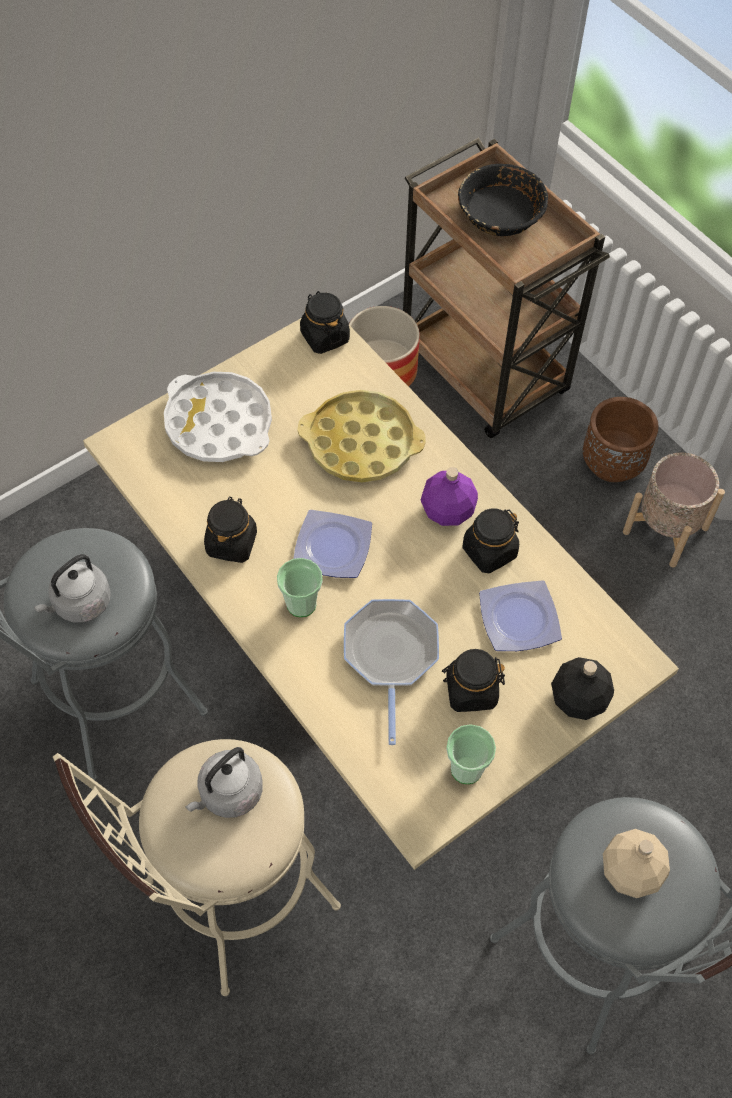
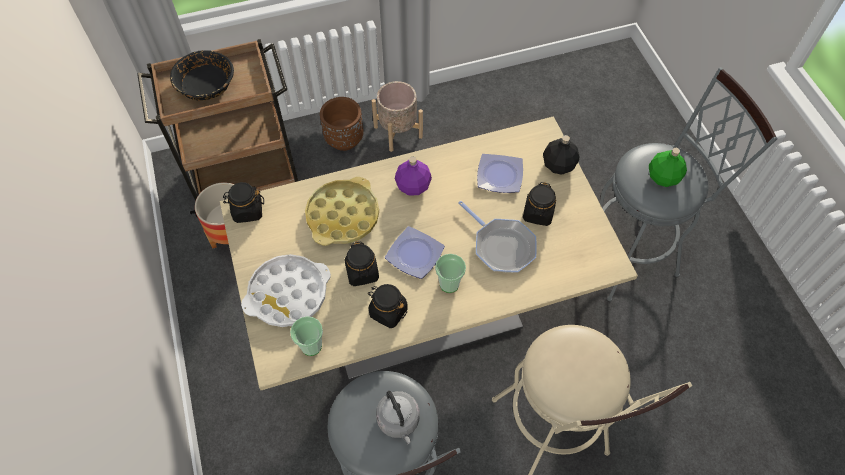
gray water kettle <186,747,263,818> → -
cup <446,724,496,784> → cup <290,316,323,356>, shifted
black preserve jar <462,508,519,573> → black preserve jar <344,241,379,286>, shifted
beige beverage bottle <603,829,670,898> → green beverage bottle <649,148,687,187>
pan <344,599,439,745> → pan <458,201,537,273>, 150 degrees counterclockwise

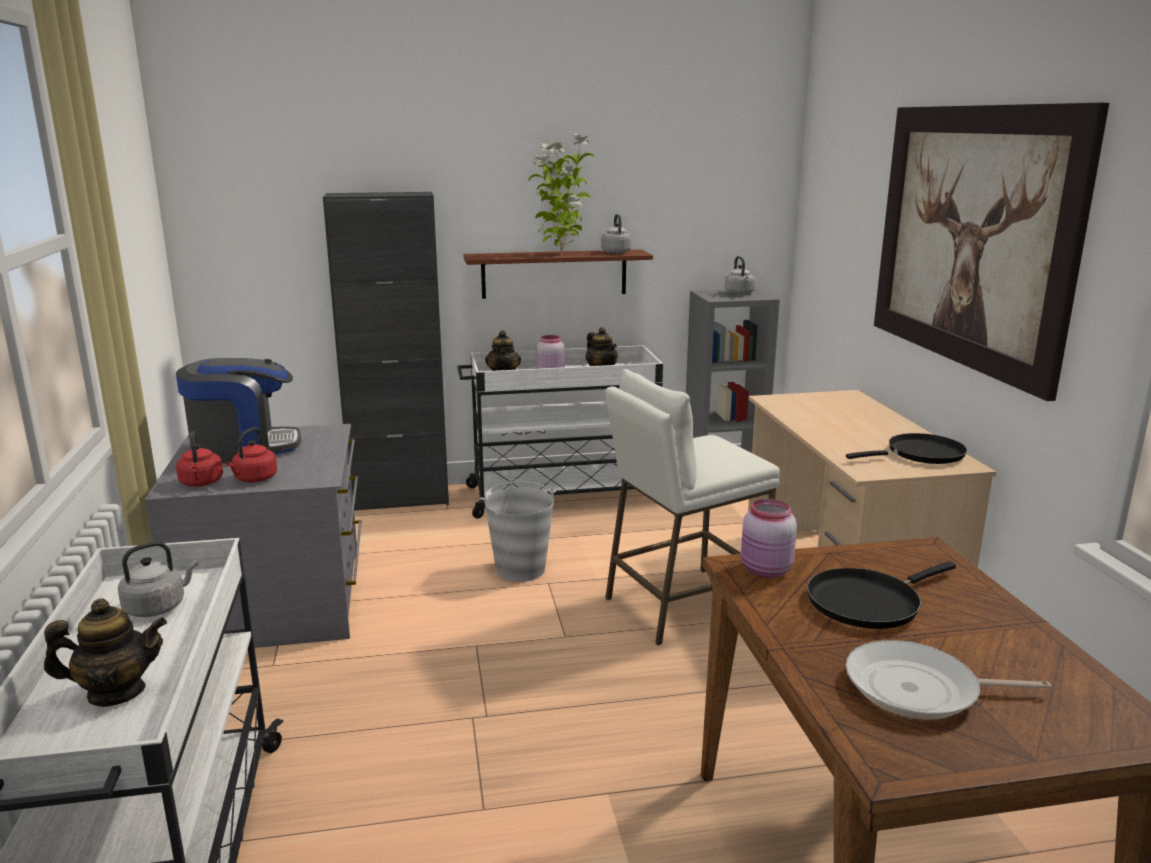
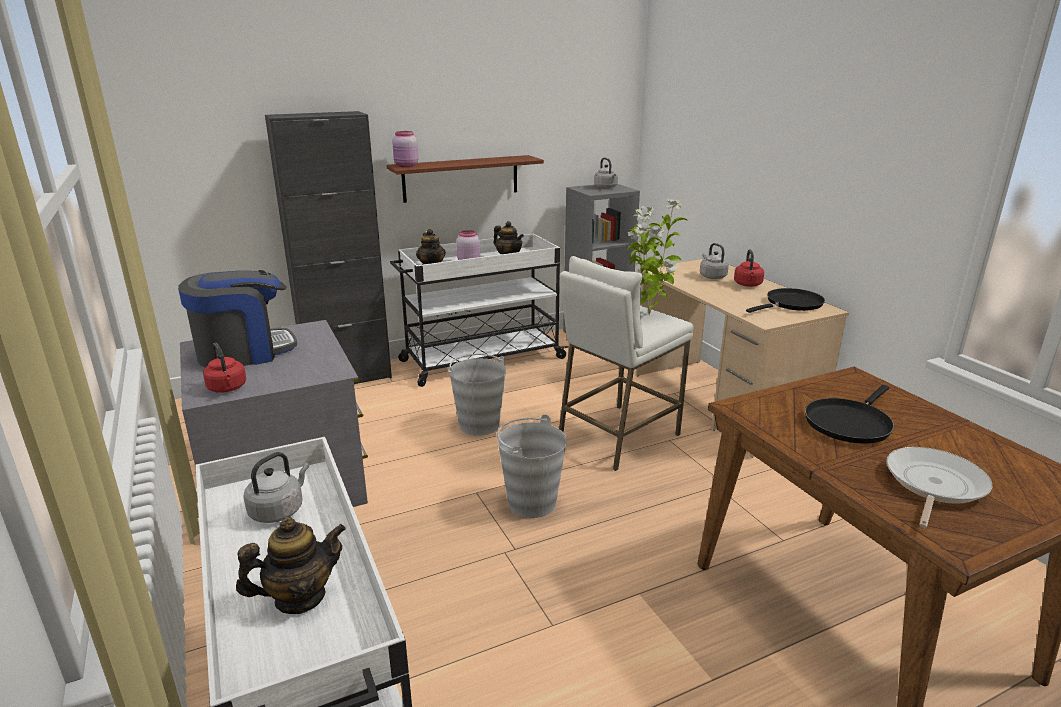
wall art <874,103,1109,401> → -
- → gray pail <497,414,567,518>
red-coloured water kettle <226,427,277,482> → red-coloured water kettle <734,249,764,287>, shifted
plant in a pot <528,134,594,255> → plant in a pot <628,198,688,315>, shifted
gray water kettle <601,214,631,254> → gray water kettle <700,243,729,279>, shifted
pink preserve jar <741,499,797,578> → pink preserve jar <392,131,418,167>, shifted
pan <846,640,1051,719> → pan <886,447,992,528>, 135 degrees clockwise

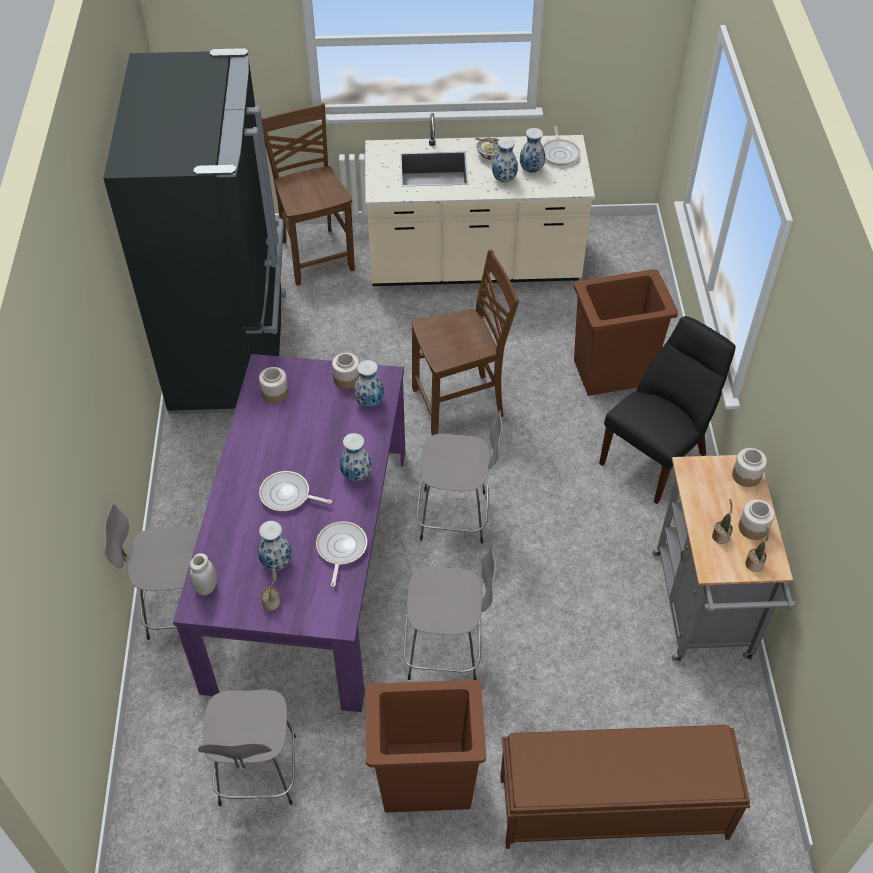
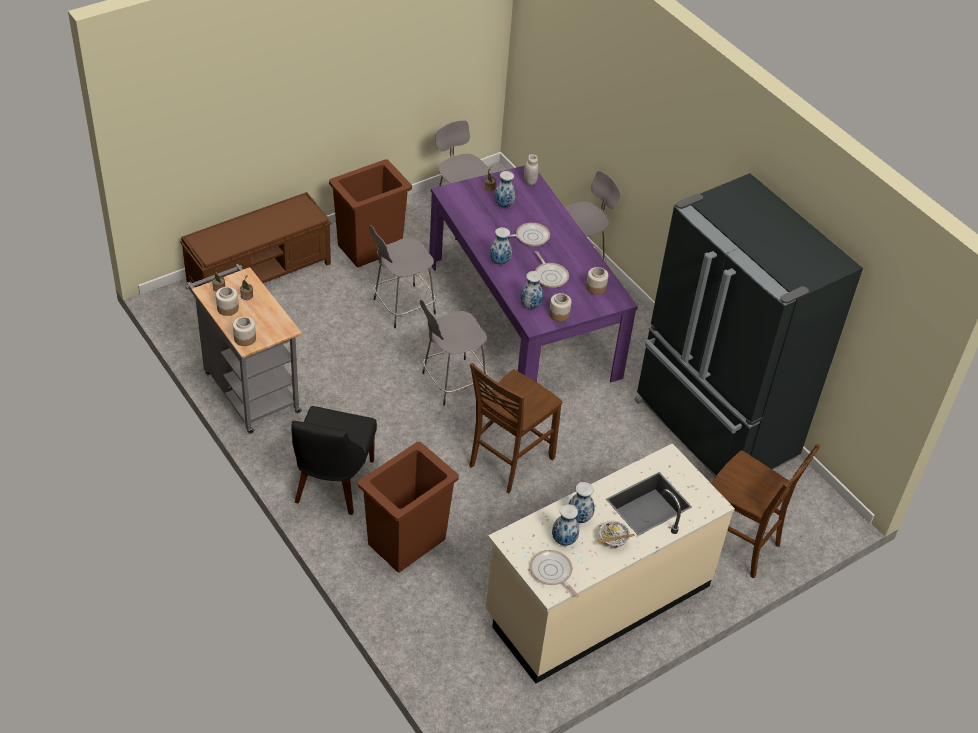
pan <316,521,368,587> → pan <535,251,569,288>, shifted

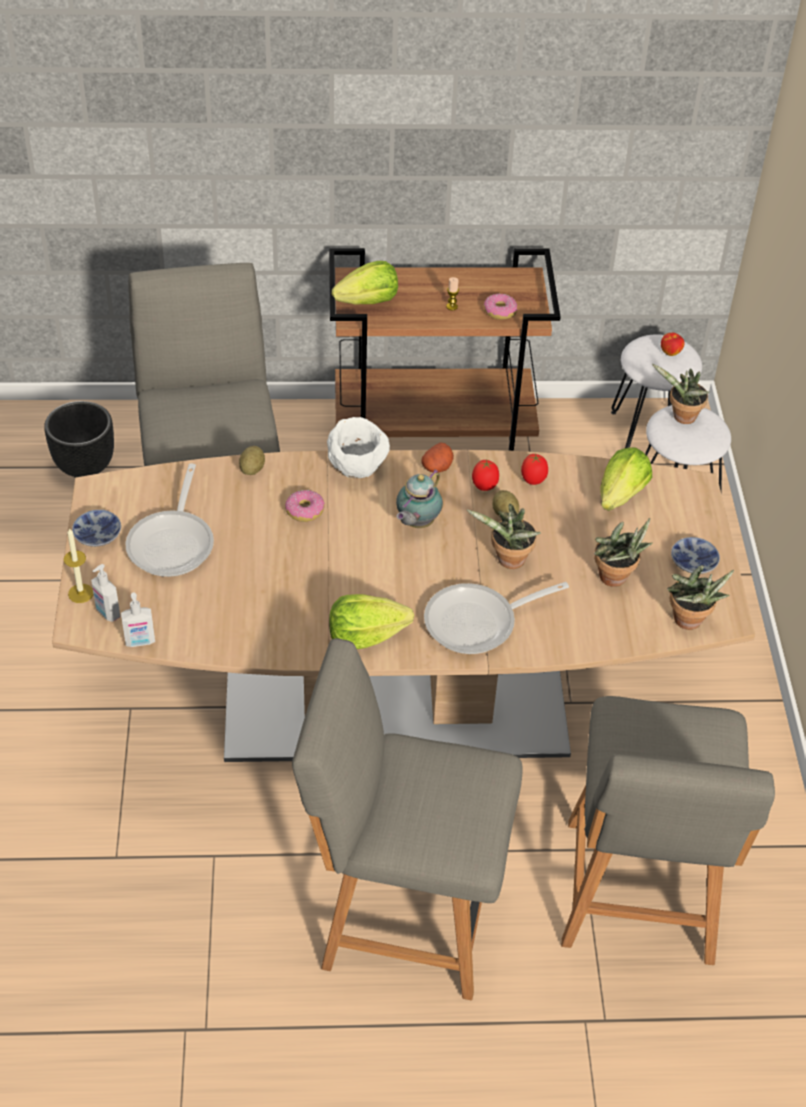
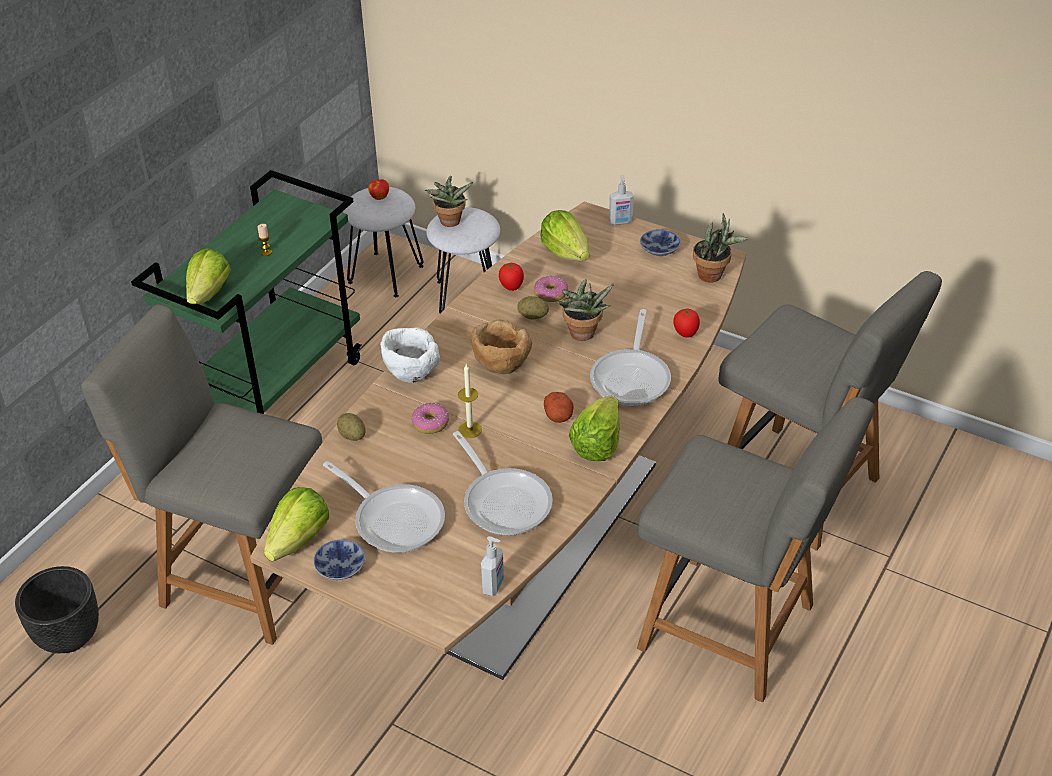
plant in a pot <594,518,653,587> → -
- → head of lettuce <264,487,330,562>
- → pan <453,431,553,535>
candle <64,528,93,603> → candle <458,364,482,438>, shifted
soap dispenser <91,564,121,622> → soap dispenser <609,175,634,225>, shifted
potato <422,443,454,473> → potato <544,392,574,423>, shifted
tomato <472,460,499,491> → tomato <673,309,700,338>, shifted
ring doughnut <484,294,517,320> → ring doughnut <534,276,568,302>, shifted
pot for tea <396,469,443,528> → brown-coloured serving bowl <471,319,532,374>
brown-coloured cart <329,248,561,451> → green cart <131,170,362,414>
gray plain chair <292,638,523,1000> → gray plain chair <637,397,874,702>, 105 degrees counterclockwise

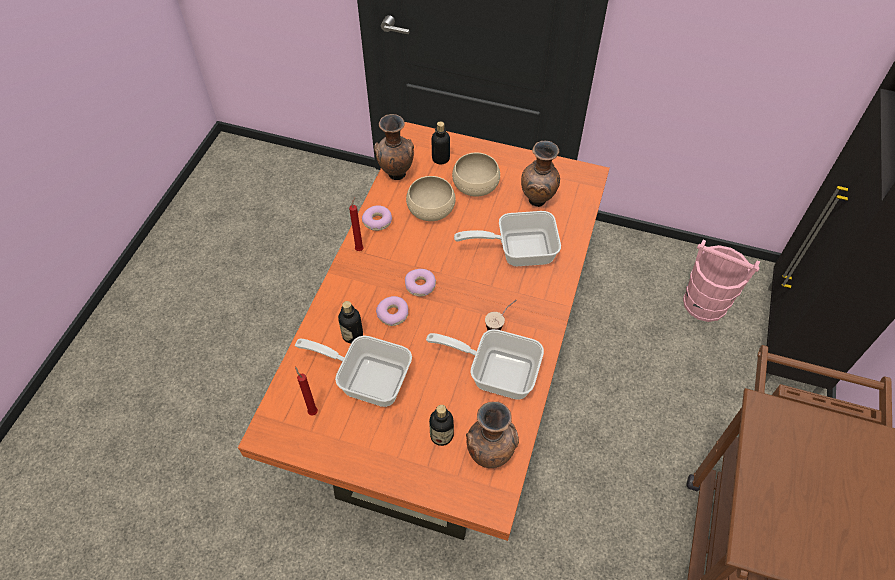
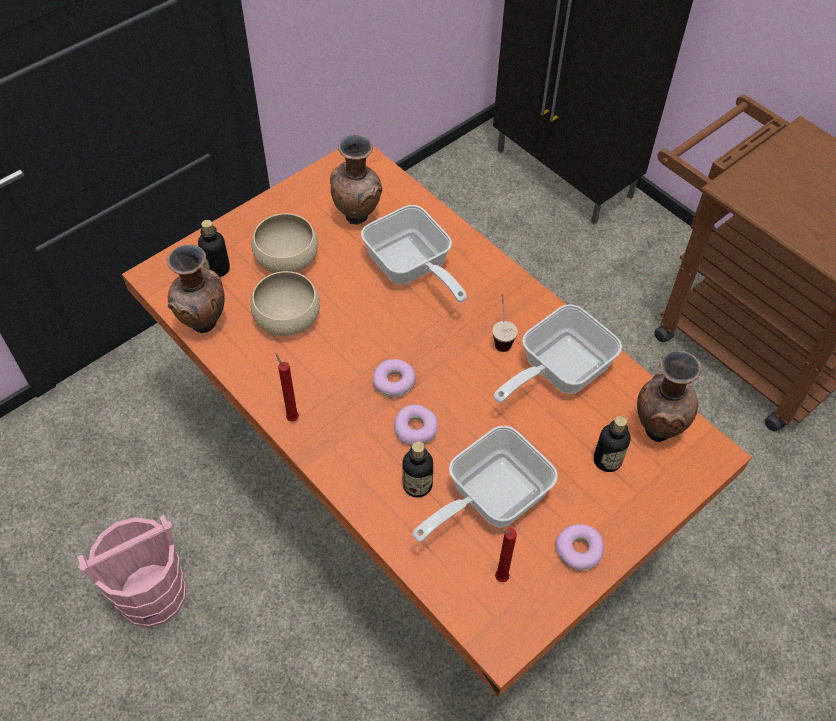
ring doughnut <362,205,392,231> → ring doughnut <555,524,604,571>, shifted
pink pail <683,239,760,322> → pink pail <77,515,186,628>, shifted
pan <454,211,561,266> → pan <361,205,467,303>, 60 degrees counterclockwise

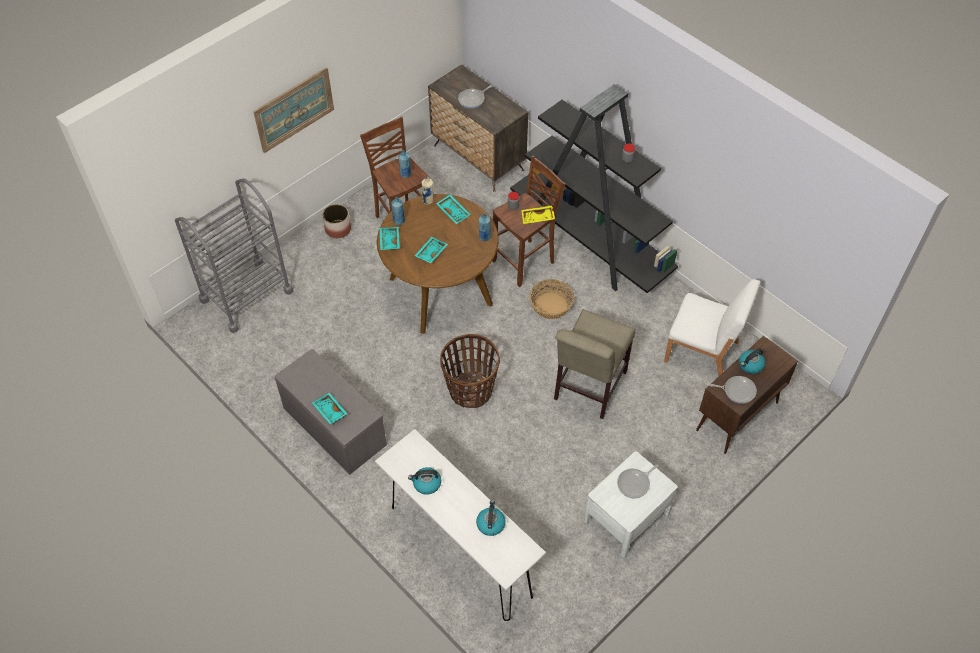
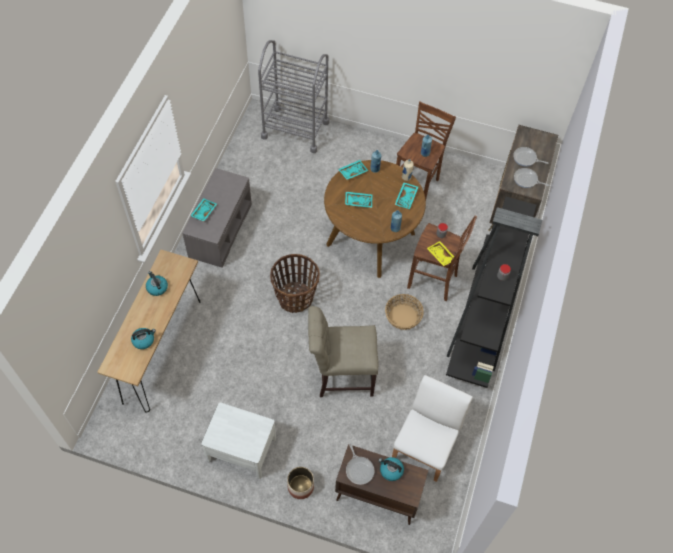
wall art <253,67,334,153> → -
plant pot <323,204,351,238> → plant pot <287,467,314,499>, shifted
pan <617,464,659,498> → pan <514,168,549,188>, shifted
white-coloured narrow table <375,429,546,621> → brown-coloured narrow table <97,250,201,413>
white-coloured plain chair <664,279,761,376> → white-coloured plain chair <392,375,473,482>, 150 degrees counterclockwise

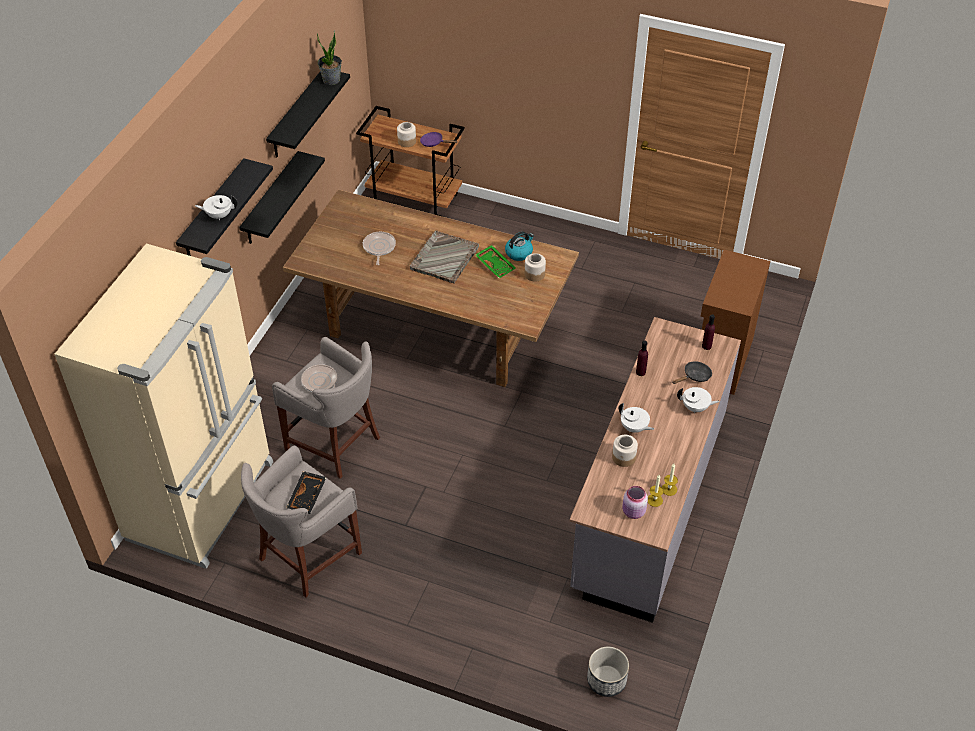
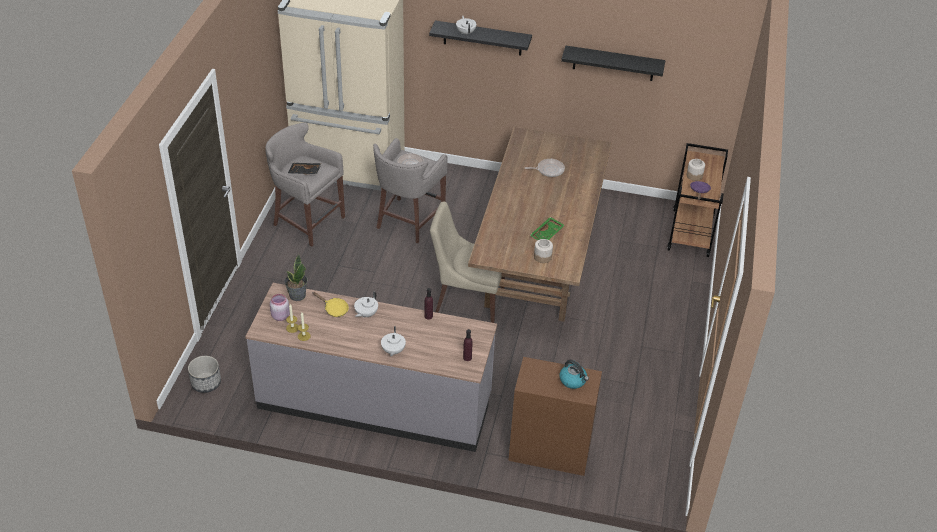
black wall shelf <239,151,325,244> → -
gray tray <410,230,479,284> → -
black pan <672,361,712,384> → -
- → beige plain chair <430,201,505,323>
plant in a pot <317,30,342,85> → plant in a pot <284,254,307,301>, shifted
water kettle <505,232,534,261> → water kettle <559,360,589,389>, shifted
preserve jar <612,435,638,467> → yellow pan <313,292,349,317>

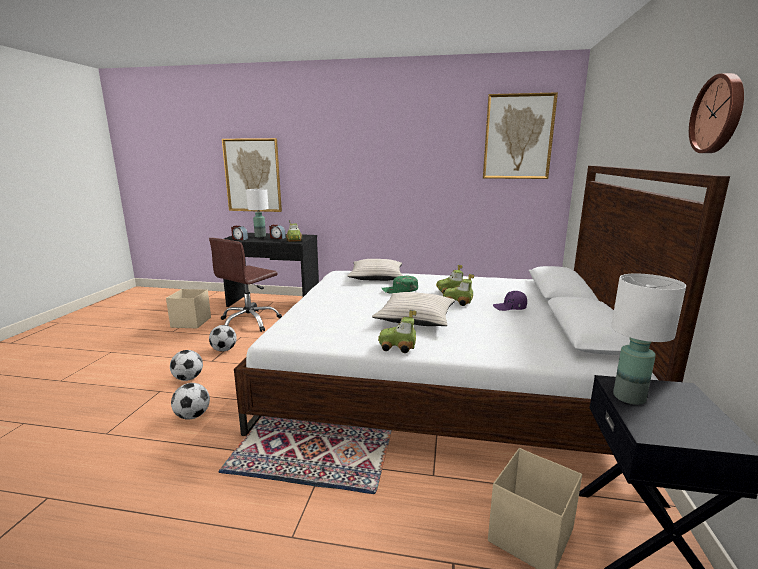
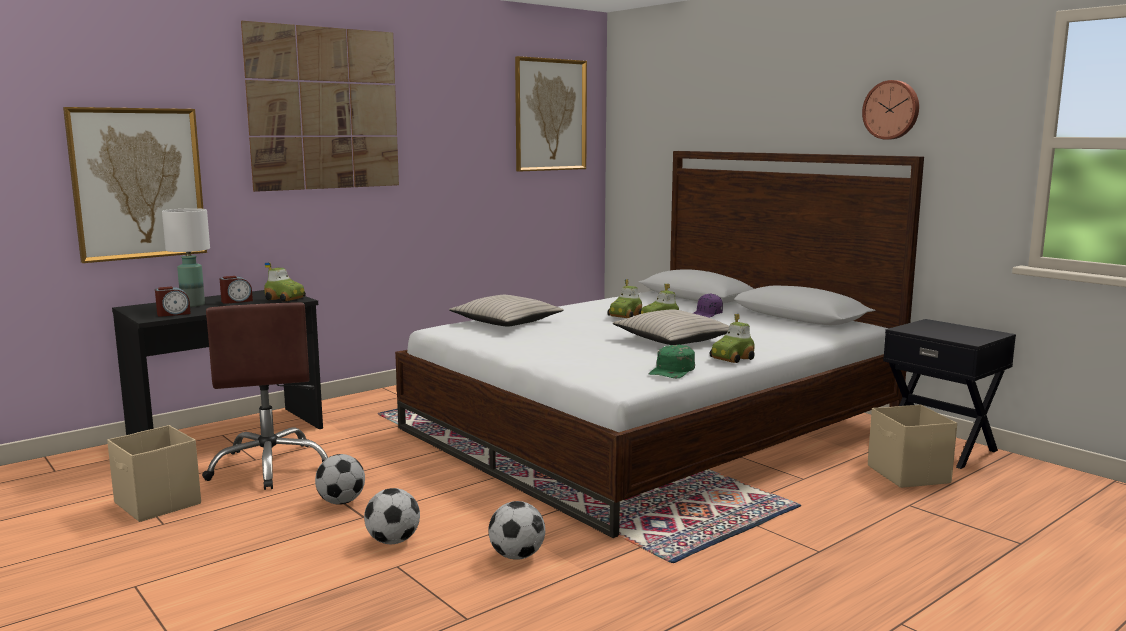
white-coloured tabletop lamp <611,273,686,405> → -
- → wall art <241,21,399,192>
green cap <382,275,418,293> → green cap <648,345,695,378>, shifted

